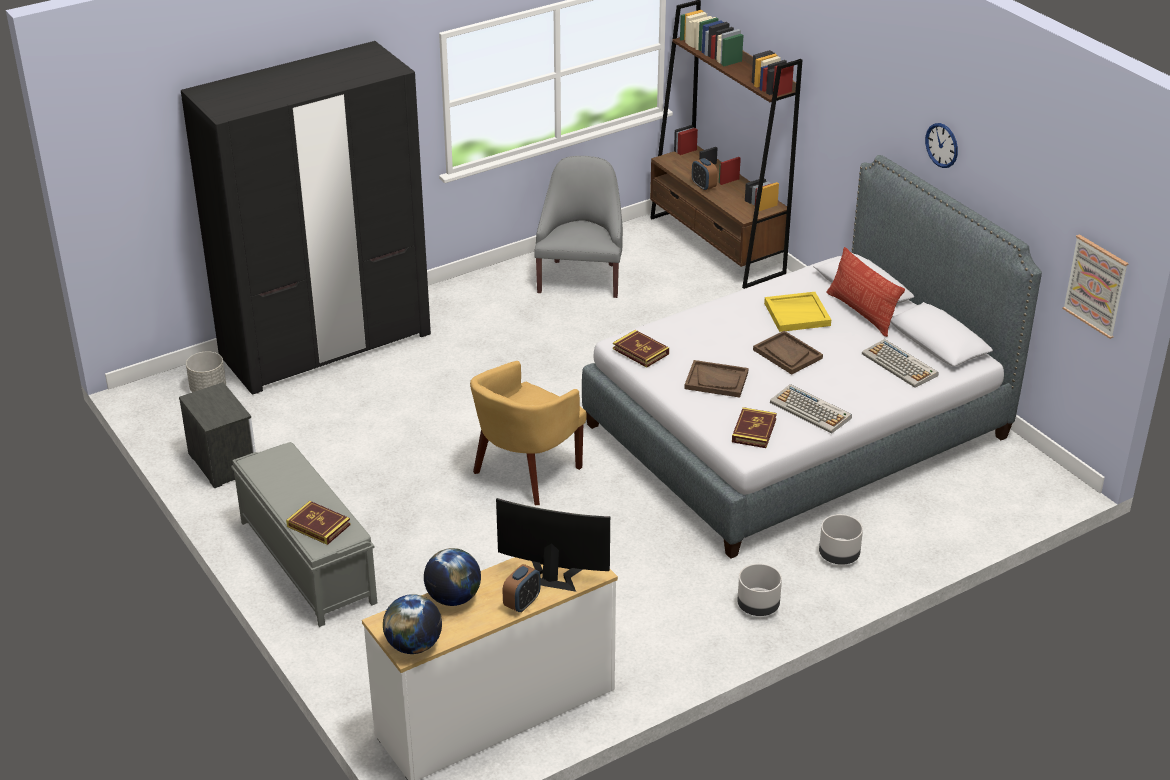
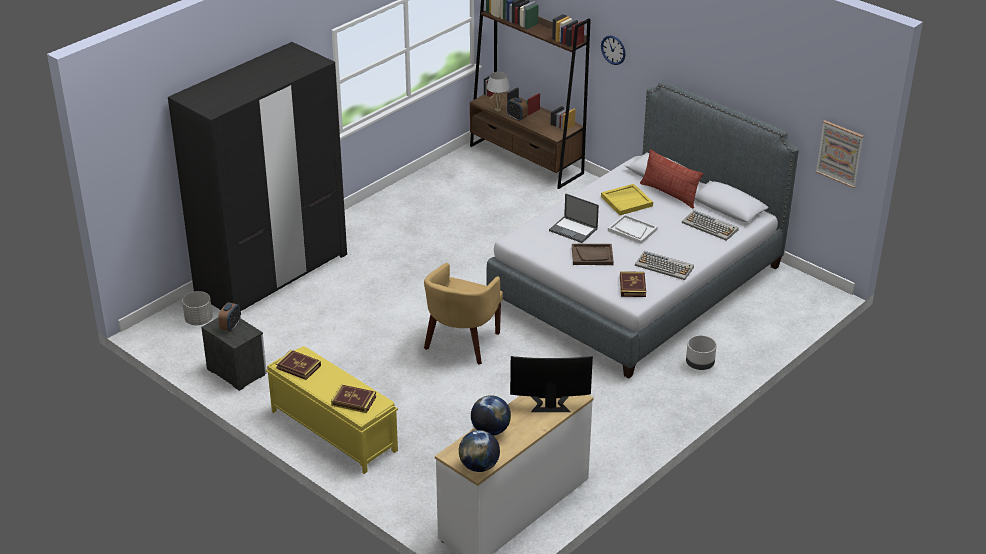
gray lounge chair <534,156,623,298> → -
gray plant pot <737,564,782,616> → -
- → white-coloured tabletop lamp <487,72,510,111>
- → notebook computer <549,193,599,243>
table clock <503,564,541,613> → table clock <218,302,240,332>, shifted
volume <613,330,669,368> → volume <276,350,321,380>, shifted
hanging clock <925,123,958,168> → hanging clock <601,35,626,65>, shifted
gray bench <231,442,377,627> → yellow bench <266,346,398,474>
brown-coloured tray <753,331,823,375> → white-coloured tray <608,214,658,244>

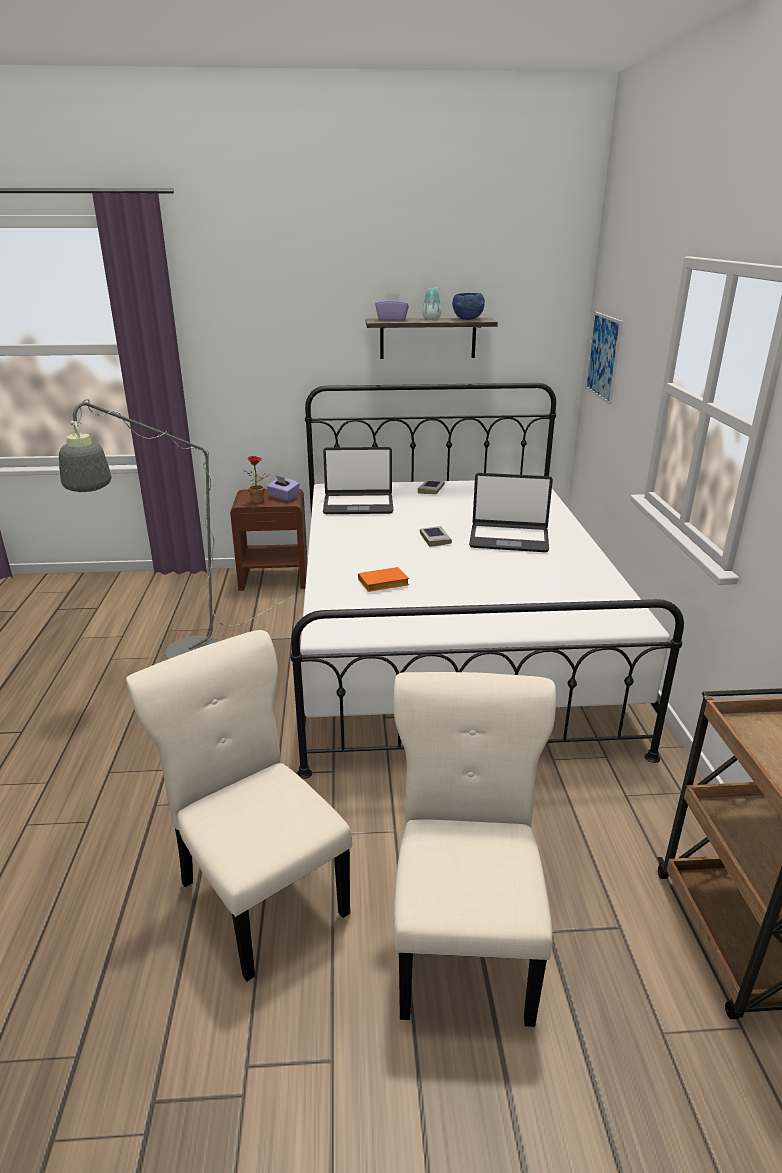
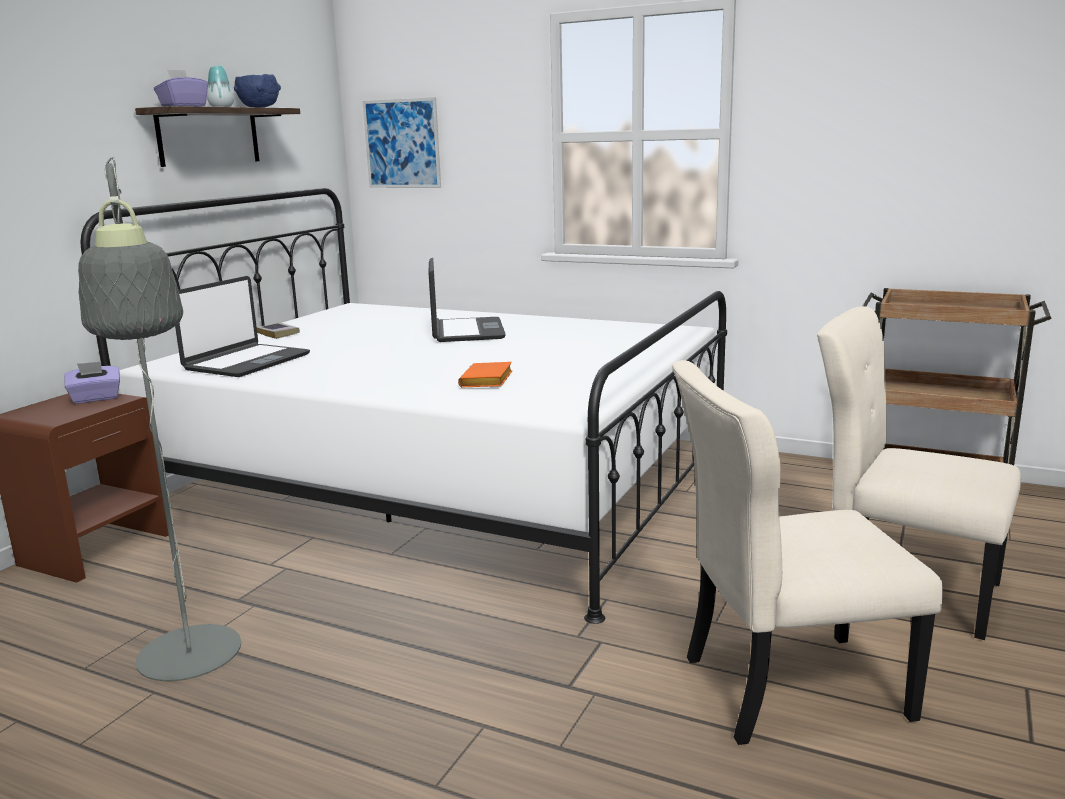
plant in a pot <245,456,269,504> → -
volume <420,526,452,547> → -
notebook computer <469,473,553,552> → notebook computer <429,258,506,342>, 45 degrees counterclockwise

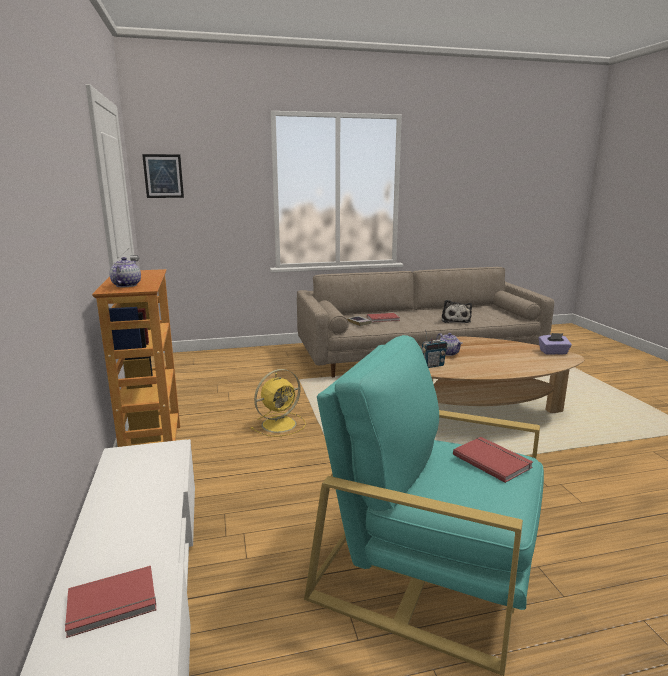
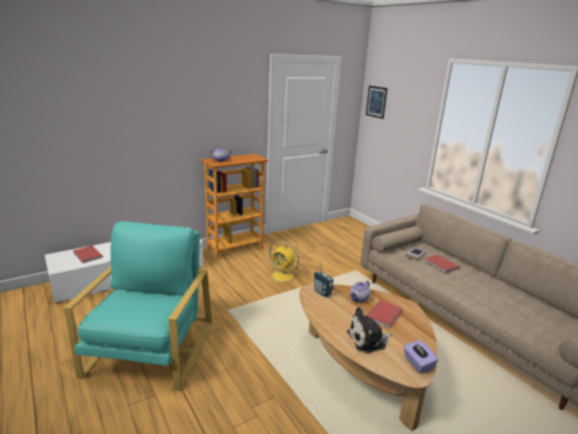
soft toy <442,300,472,323> → soft toy <347,307,392,353>, shifted
red-coloured volume <453,437,533,483> → red-coloured volume <366,300,403,328>, shifted

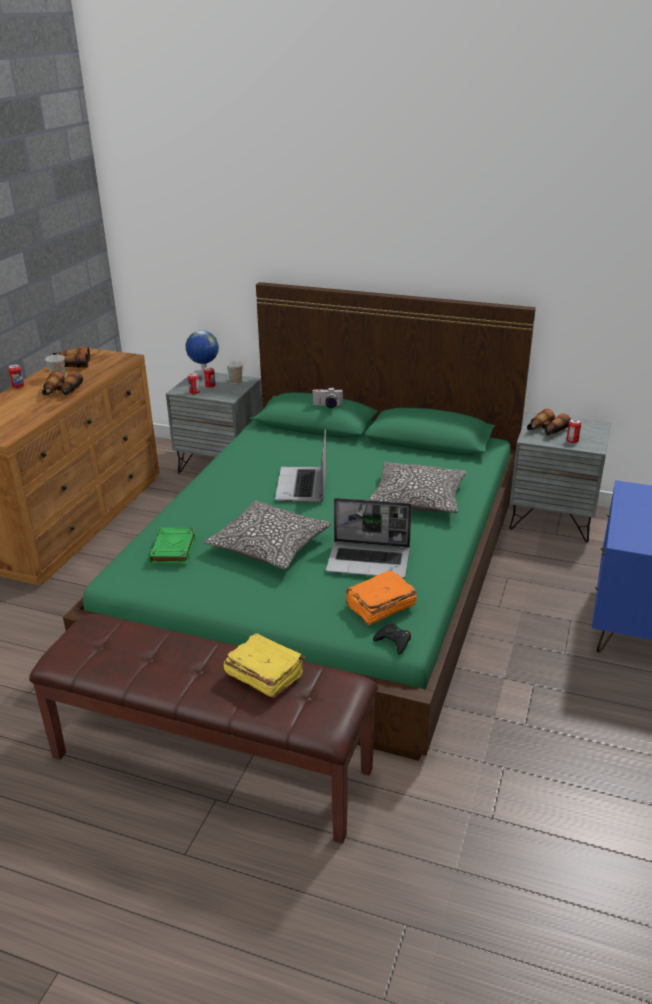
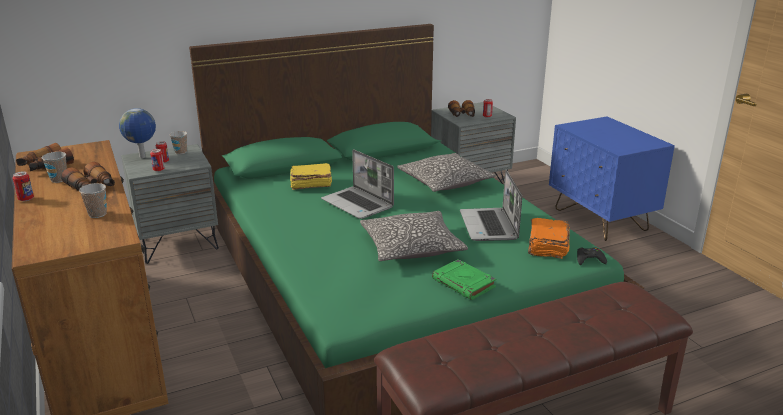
still camera <312,388,343,408> → -
- → cup <79,183,107,218>
green volume <148,528,196,564> → green volume <432,260,497,300>, shifted
yellow volume <224,633,305,698> → yellow volume <290,163,332,190>, shifted
notebook computer <326,498,412,578> → notebook computer <460,169,522,241>, 120 degrees clockwise

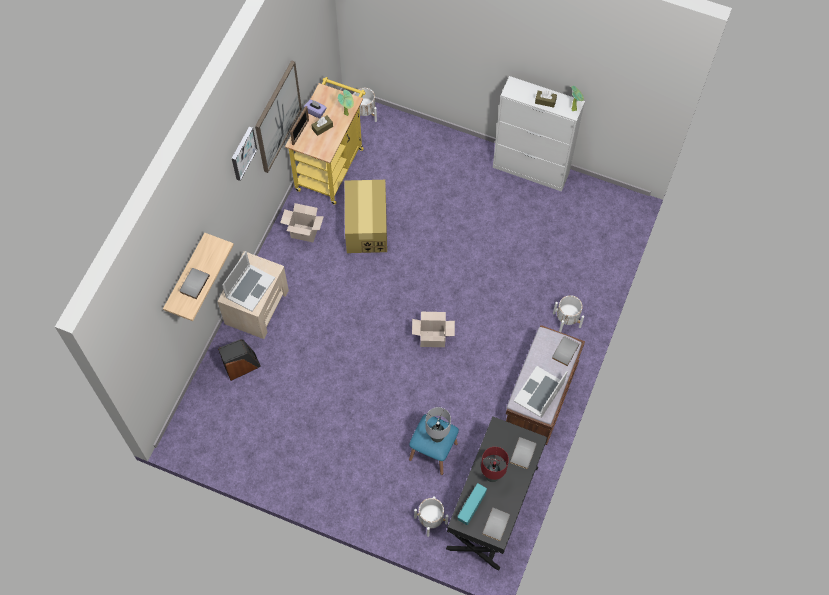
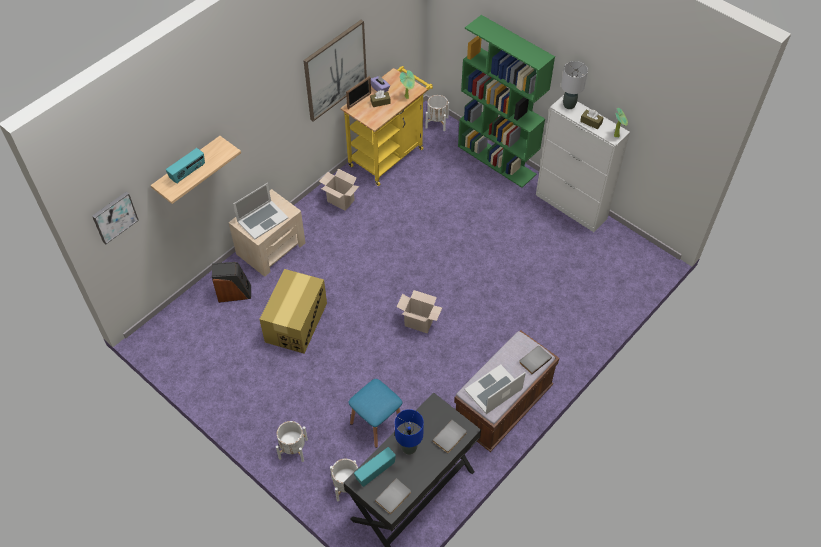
- → green bookshelf <458,15,555,188>
wall art <232,127,257,181> → wall art <92,192,139,244>, shifted
packing box <345,180,387,253> → packing box <259,269,327,353>, shifted
gray tabletop lamp <425,407,451,442> → gray tabletop lamp <561,61,588,109>, shifted
white-coloured plant pot <553,295,584,332> → white-coloured plant pot <276,421,308,462>, shifted
gray volume <179,268,210,299> → radio set <166,148,205,183>
red-coloured tabletop lamp <481,447,509,482> → bluish tabletop lamp <395,409,424,455>

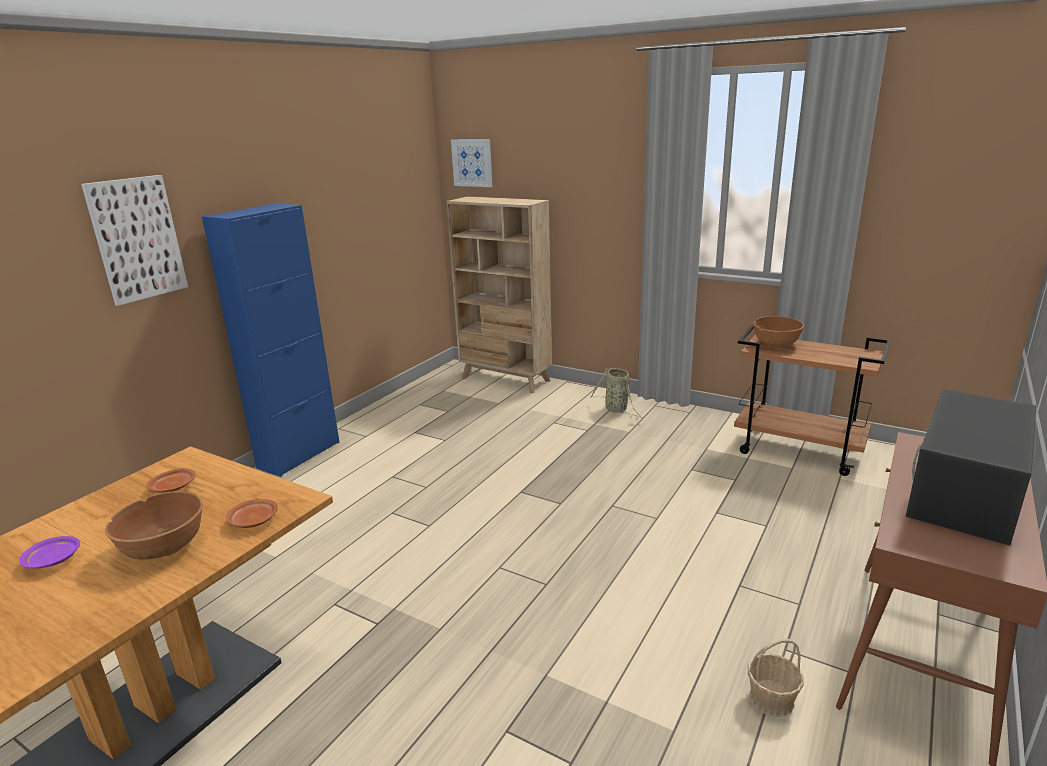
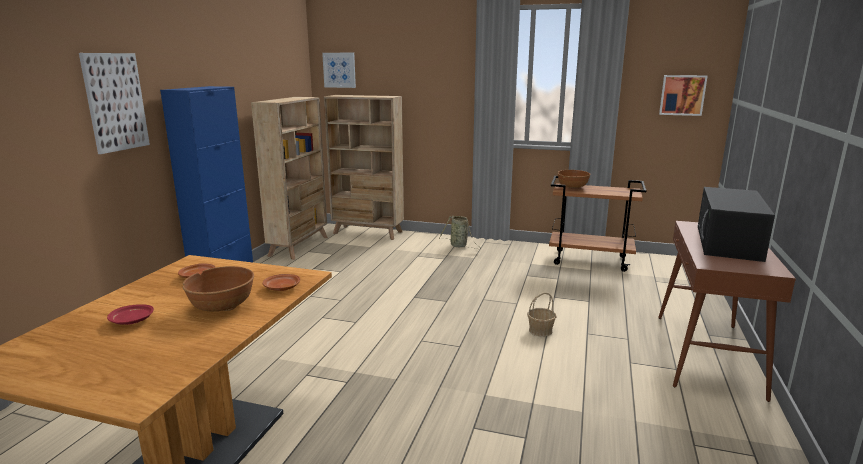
- → beige bookshelf <251,97,328,260>
- → wall art <659,75,708,116>
storage basket <748,639,804,717> → storage basket <527,292,556,337>, shifted
purplish flat dish <19,536,80,568> → red-coloured flat dish <107,304,154,325>

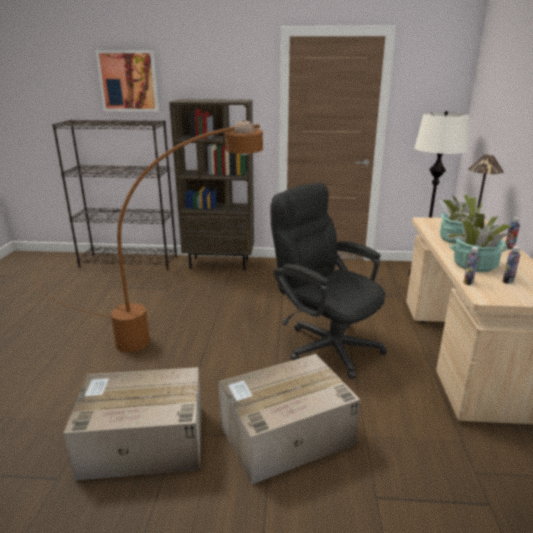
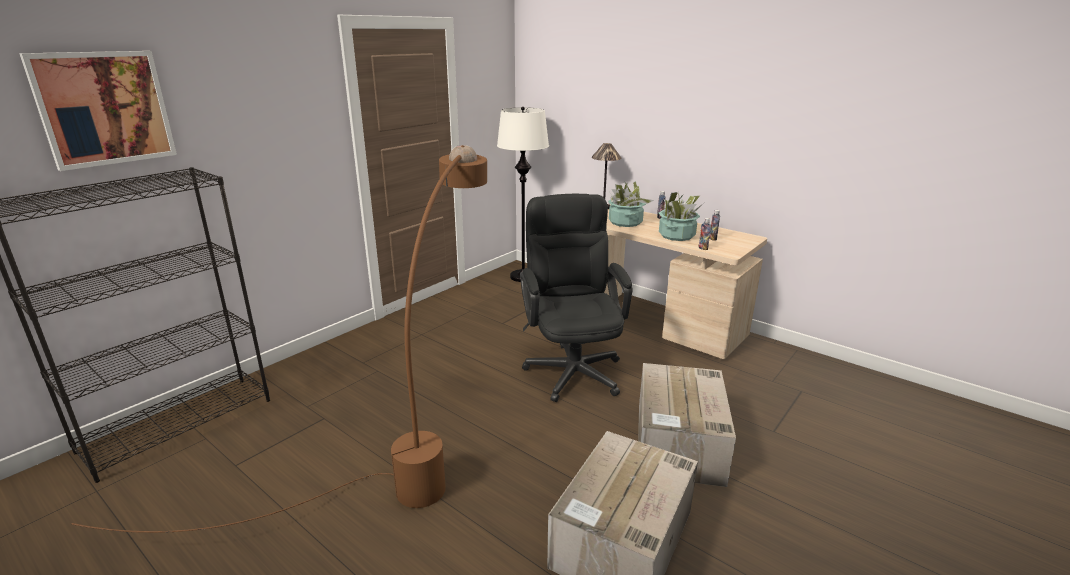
brown-coloured bookshelf <169,99,254,270> → -
black computer chair <270,183,387,379> → black computer chair <520,194,632,402>, 90 degrees clockwise

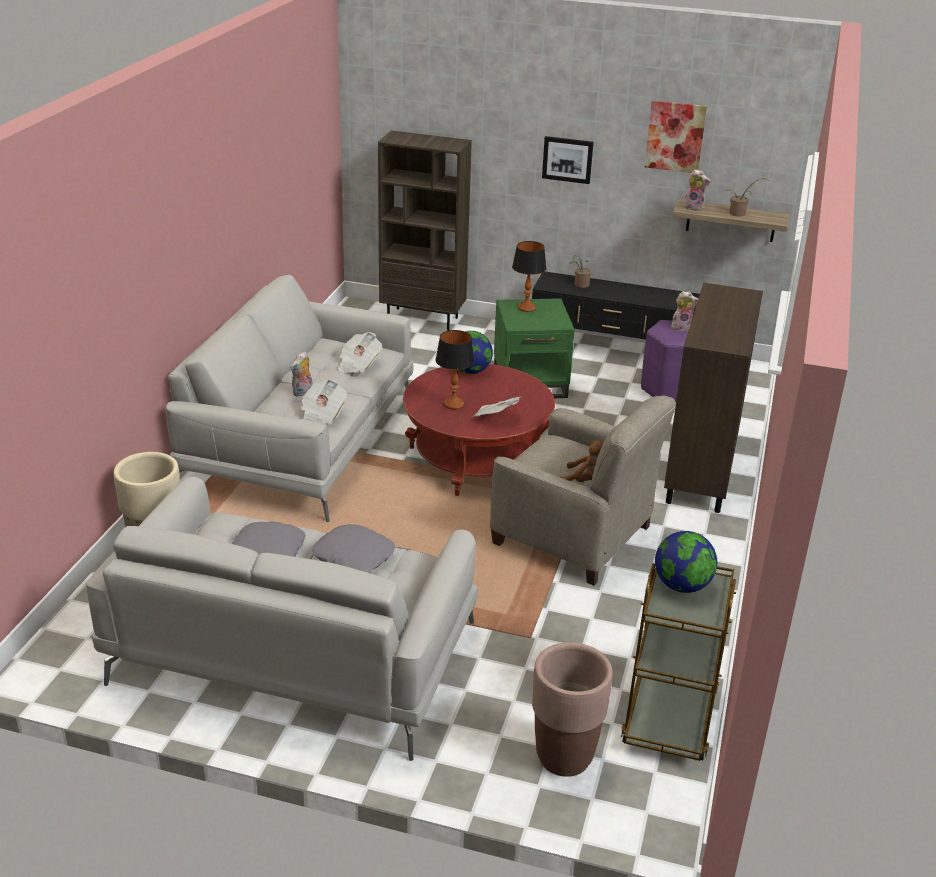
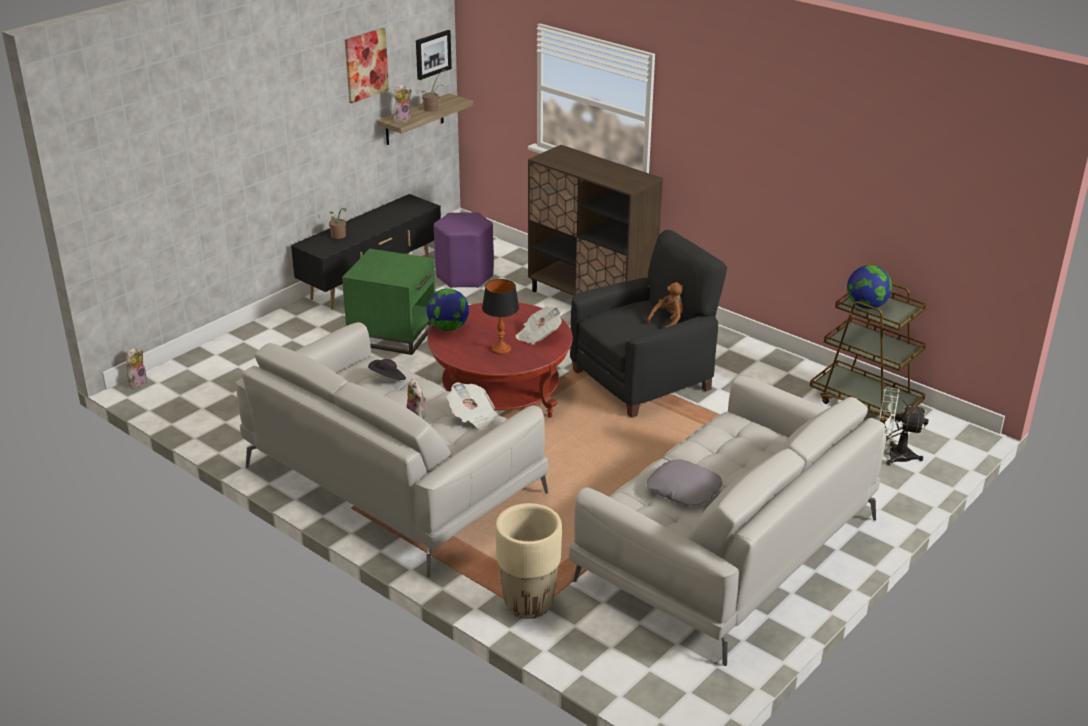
gray cushion <312,524,396,572> → -
brown-coloured bookshelf <378,130,472,331> → -
tabletop lamp <512,241,546,312> → -
wall art <542,136,594,184> → wall art <416,30,452,80>, shifted
soft toy <671,291,698,331> → soft toy <126,347,147,389>, shifted
newspaper <338,332,382,373> → black clothing hat <368,359,406,380>
brown-coloured plant pot <532,642,613,777> → white-coloured electric fan <879,387,929,466>
beige lounge chair <490,396,676,586> → black lounge chair <570,230,727,418>

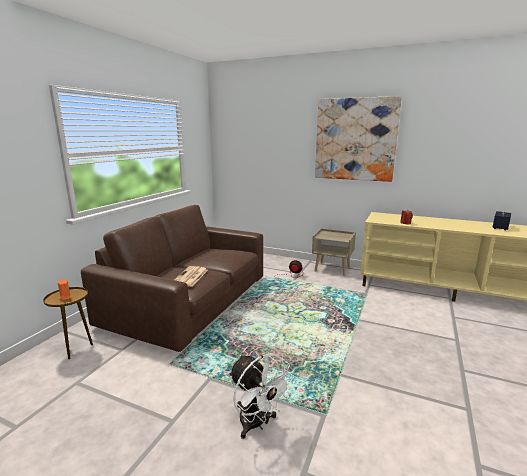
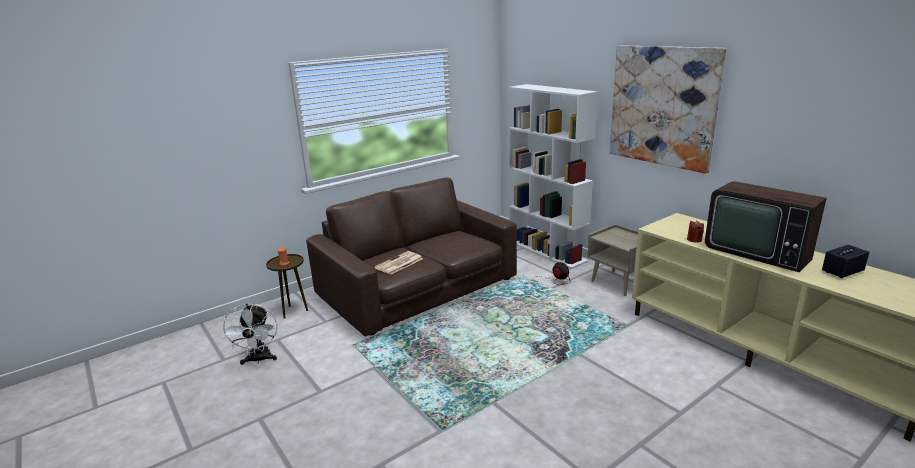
- → white-coloured bookshelf <509,84,598,269>
- → TV set <705,181,827,272>
white-coloured electric fan <229,353,294,439> → white-coloured electric fan <222,303,278,365>, shifted

